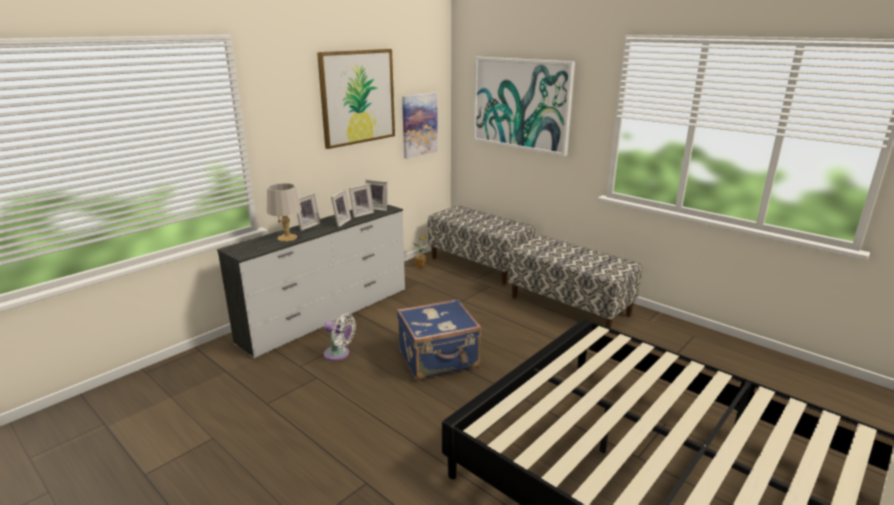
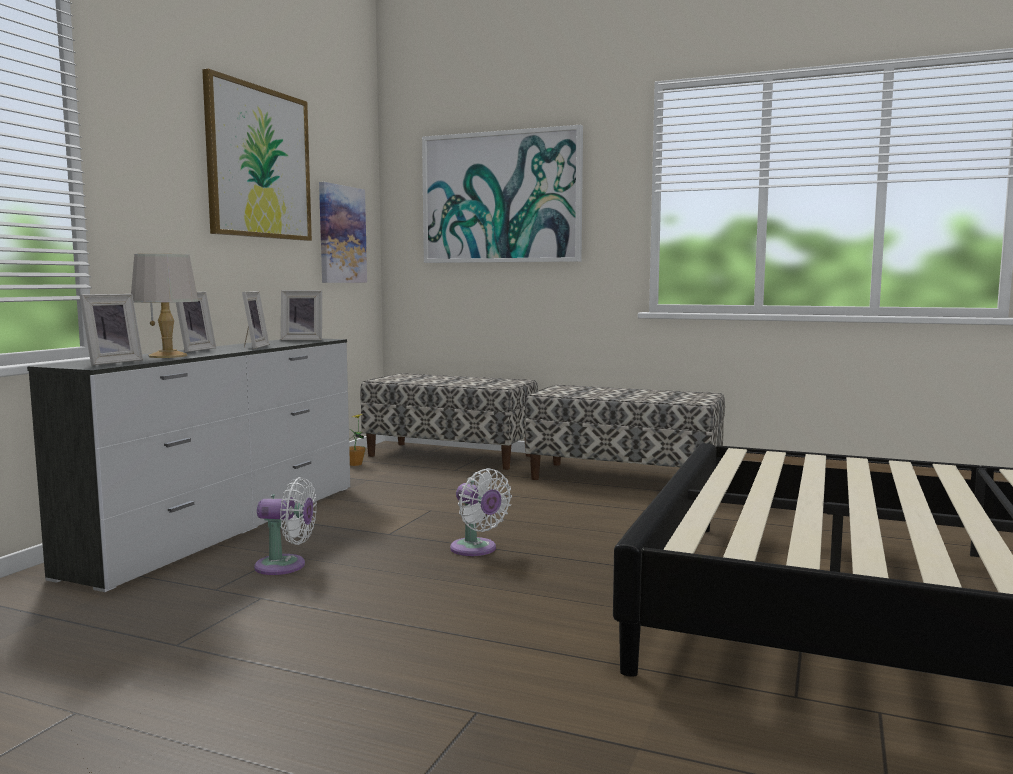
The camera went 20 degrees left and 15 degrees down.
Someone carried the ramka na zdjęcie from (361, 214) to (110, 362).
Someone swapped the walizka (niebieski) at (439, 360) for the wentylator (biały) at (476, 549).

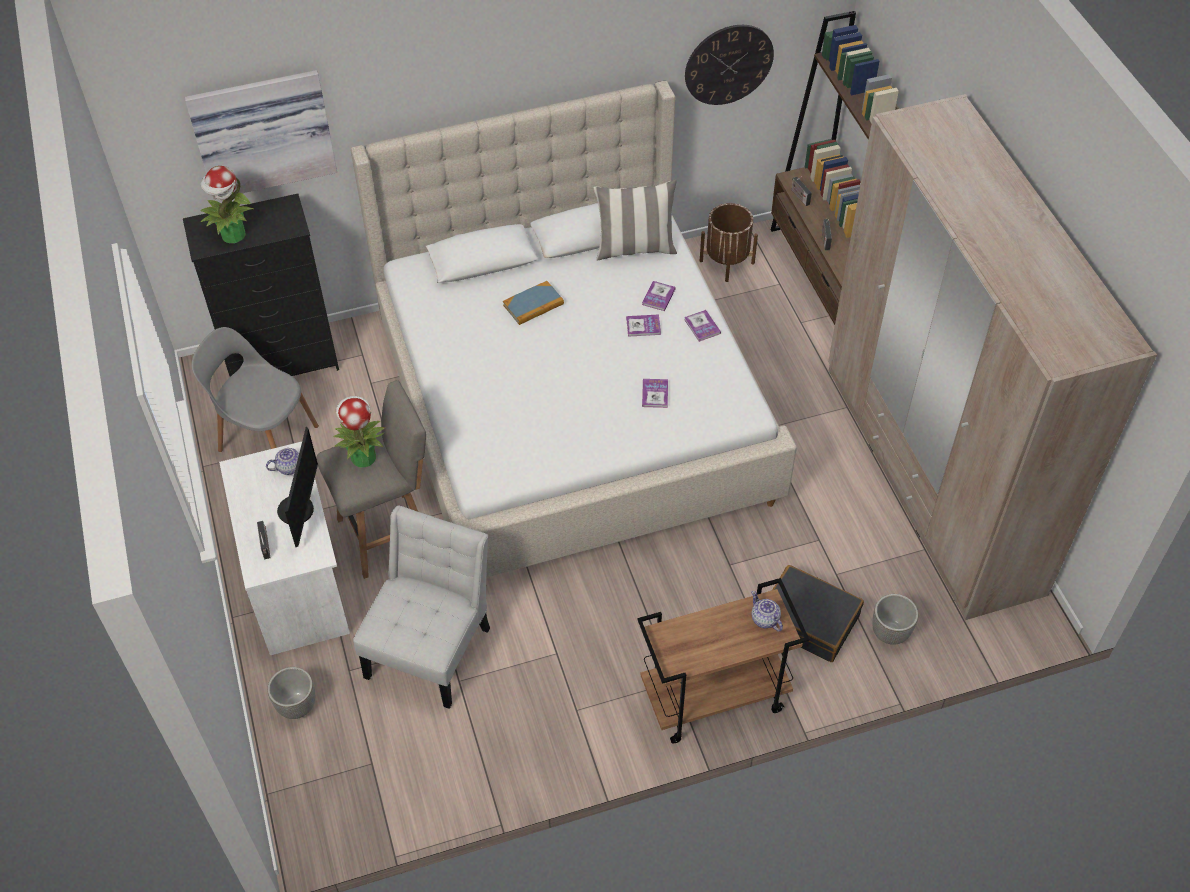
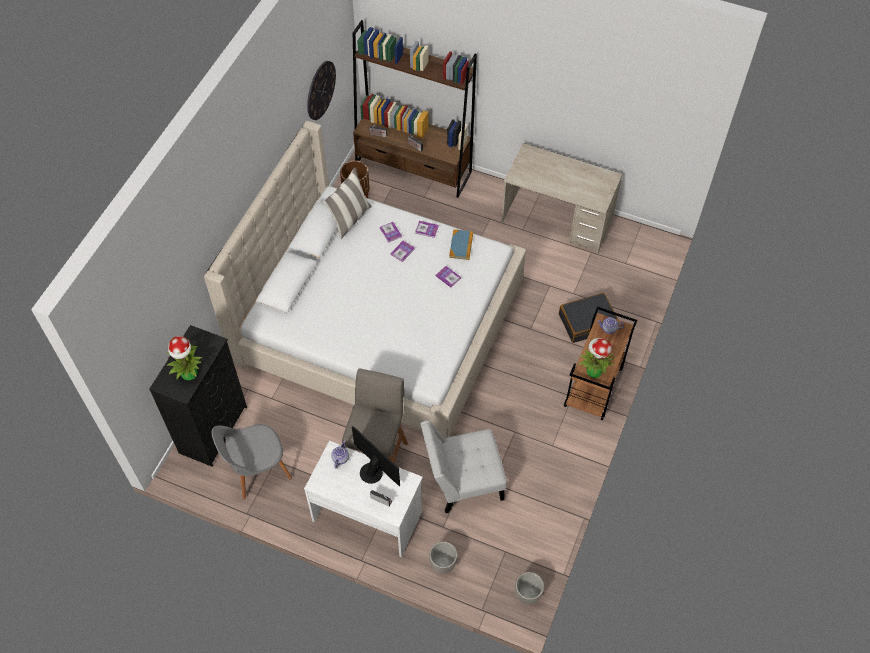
The camera went 50 degrees left and 5 degrees up.
Someone took away the obraz at (262, 131).
Someone swapped the szafa (beżowy) at (929, 478) for the biurko (beżowy) at (556, 221).
Someone carried the książka from (533, 305) to (461, 245).
Someone carried the roślina doniczkowa from (363, 457) to (593, 371).
Someone rotated the krzesło (biały) at (431, 646) by 75 degrees counterclockwise.
Someone carried the donica from (889, 633) to (527, 594).

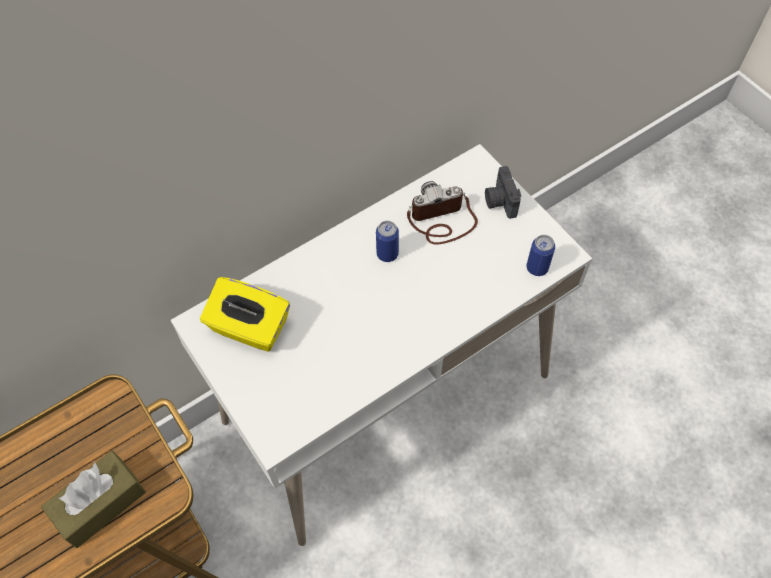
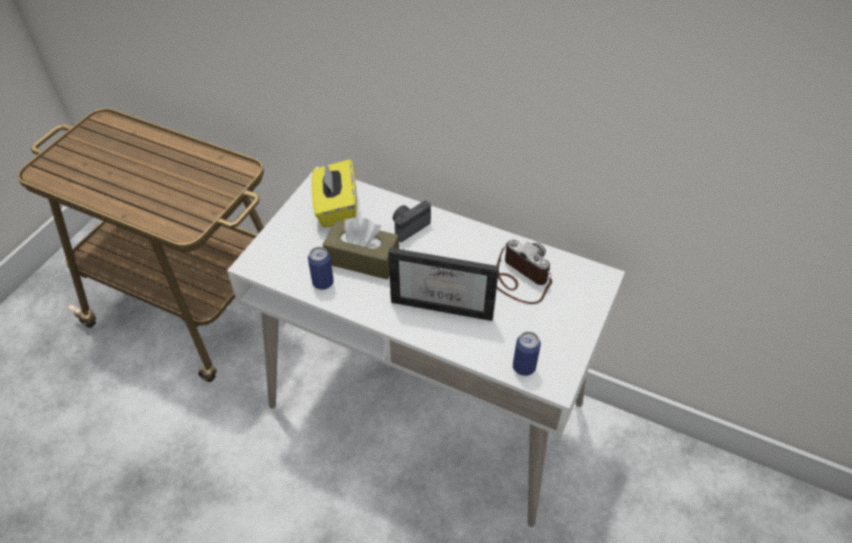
The camera went 60 degrees right and 10 degrees down.
Someone carried the aparat fotograficzny from (499, 201) to (409, 226).
Someone carried the puszka from (387, 254) to (323, 282).
Someone carried the pudełko chusteczek (brązowy) from (100, 504) to (362, 259).
Someone put down the ramka na zdjęcie at (446, 301).

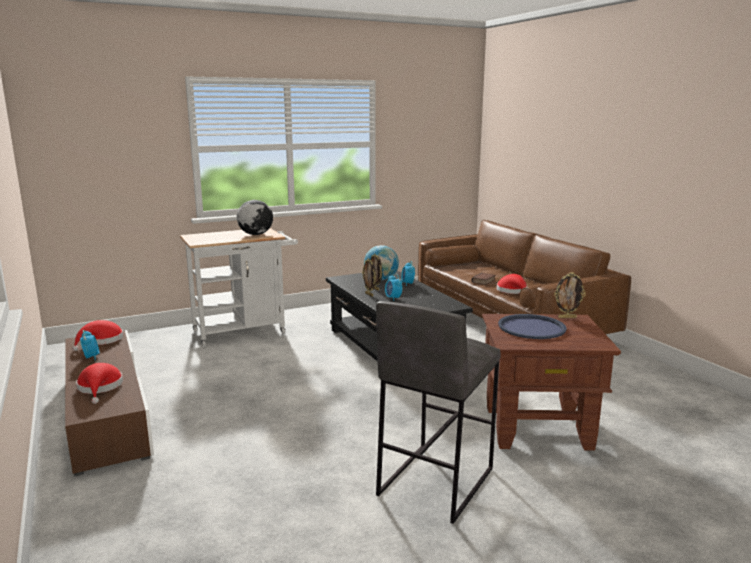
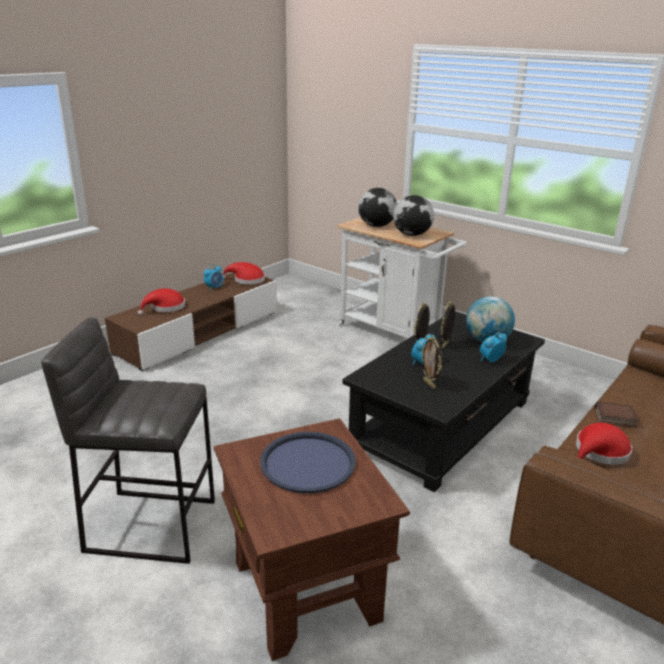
The camera went 65 degrees right and 10 degrees up.
Someone carried the ramka na zdjęcie from (567, 317) to (429, 384).
Someone put down the globus at (377, 226).

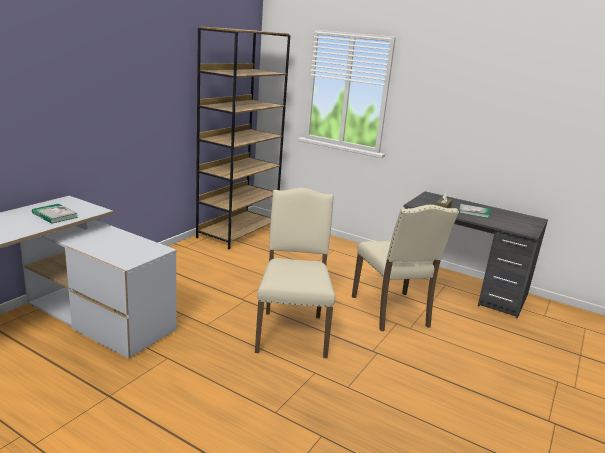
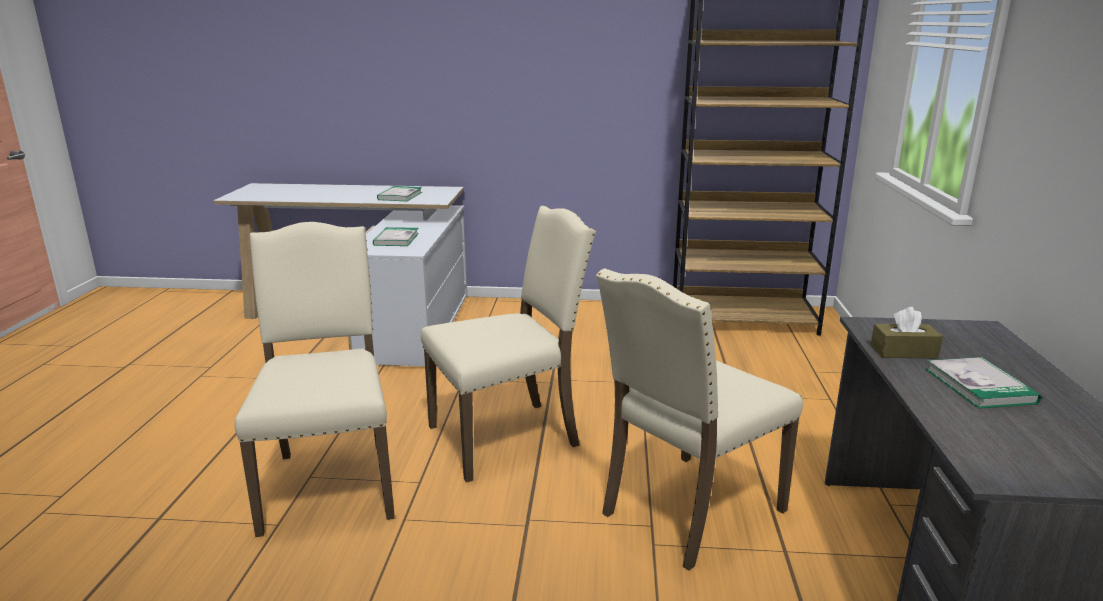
The camera went 65 degrees right and 0 degrees up.
Someone put down the krzesło (beżowy) at (330, 483).
Someone put down the książka at (396, 239).

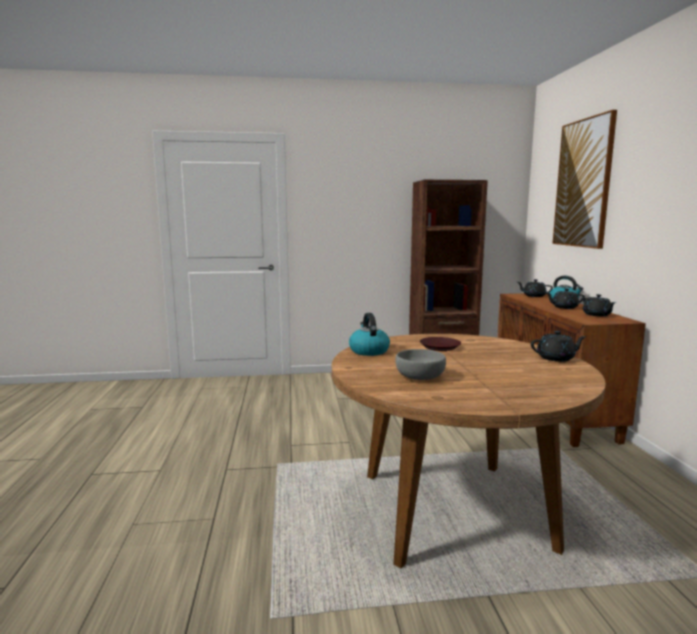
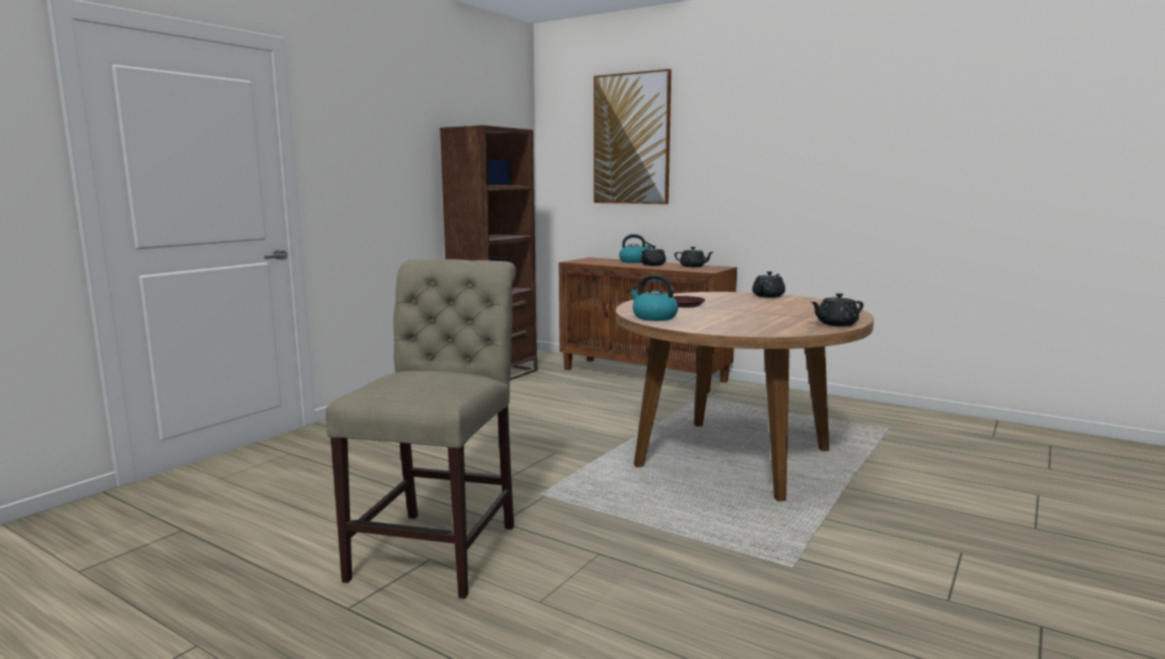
The camera went 50 degrees left and 0 degrees up.
Someone carried the imbryk (czarny) from (533, 296) to (836, 324).
Someone took away the miska (szary) at (420, 377).
Someone put down the krzesło (beżowy) at (441, 547).

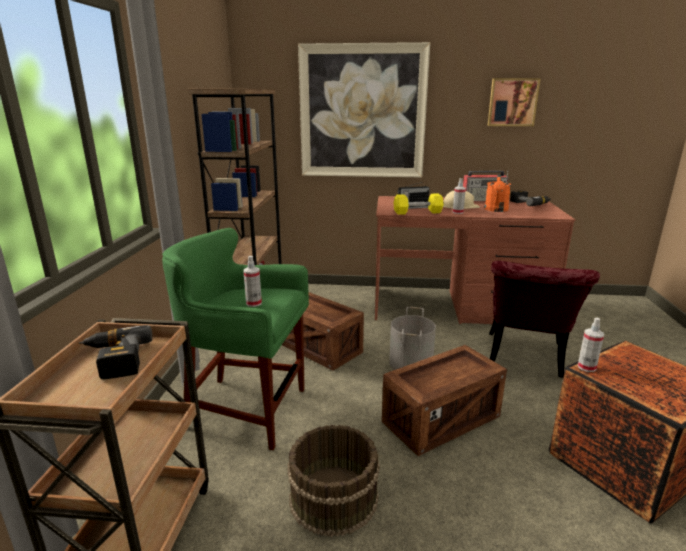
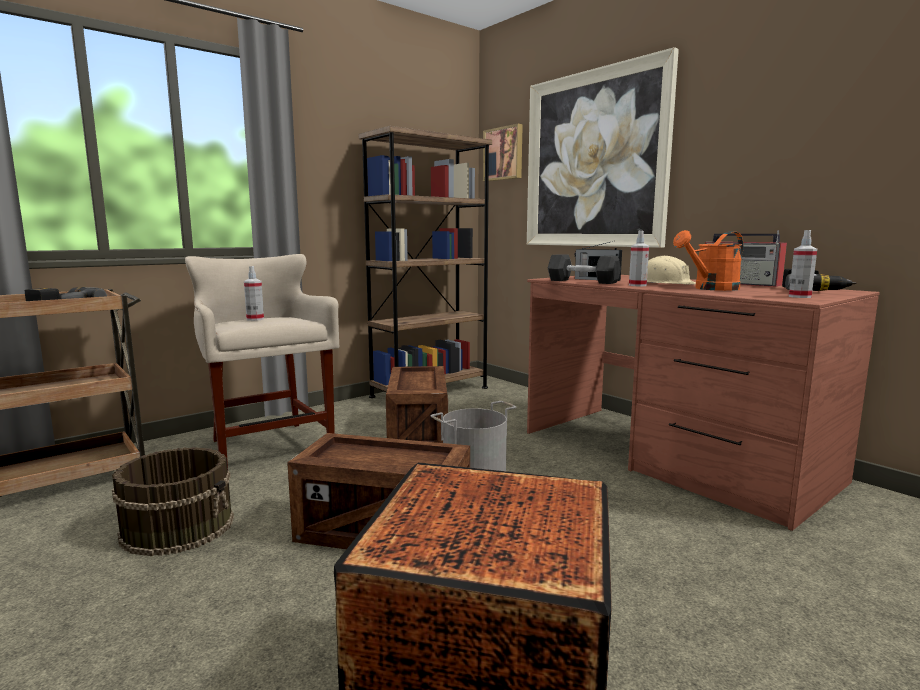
The camera went 45 degrees right and 10 degrees down.
Someone carried the obraz from (512, 102) to (504, 154).
Someone repainted the hantel (żółty) at (417, 212), which became the hantel (czarny) at (582, 281).
Someone repainted the stołek (zielony) at (247, 410), which became the stołek (beżowy) at (268, 449).
Someone took away the krzesło (czerwony) at (524, 359).
Someone carried the spryskiwacz from (586, 367) to (799, 296).

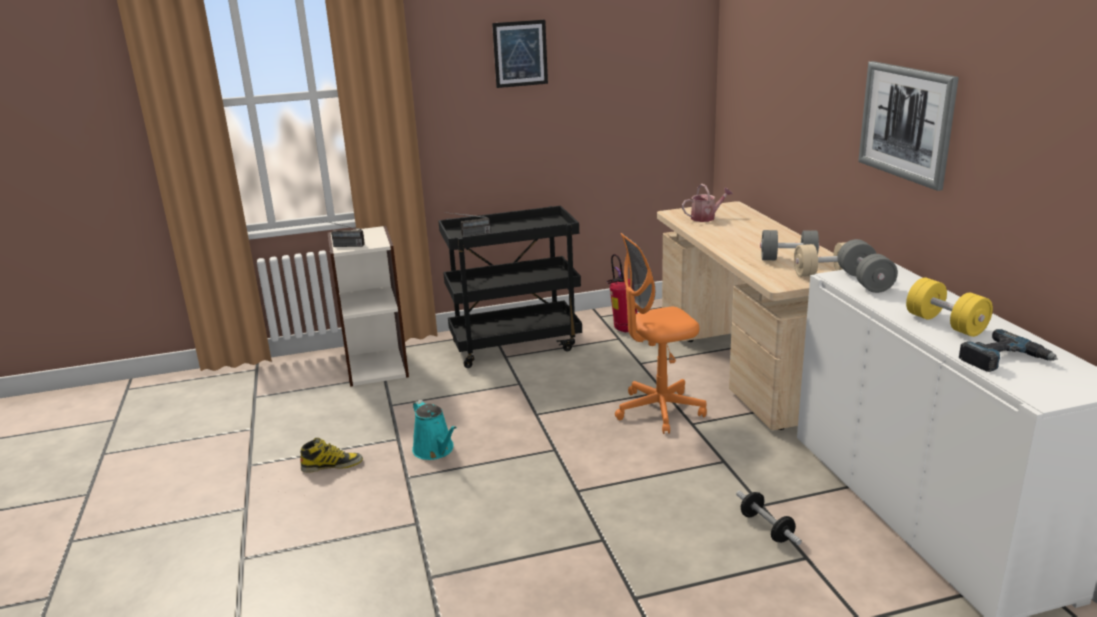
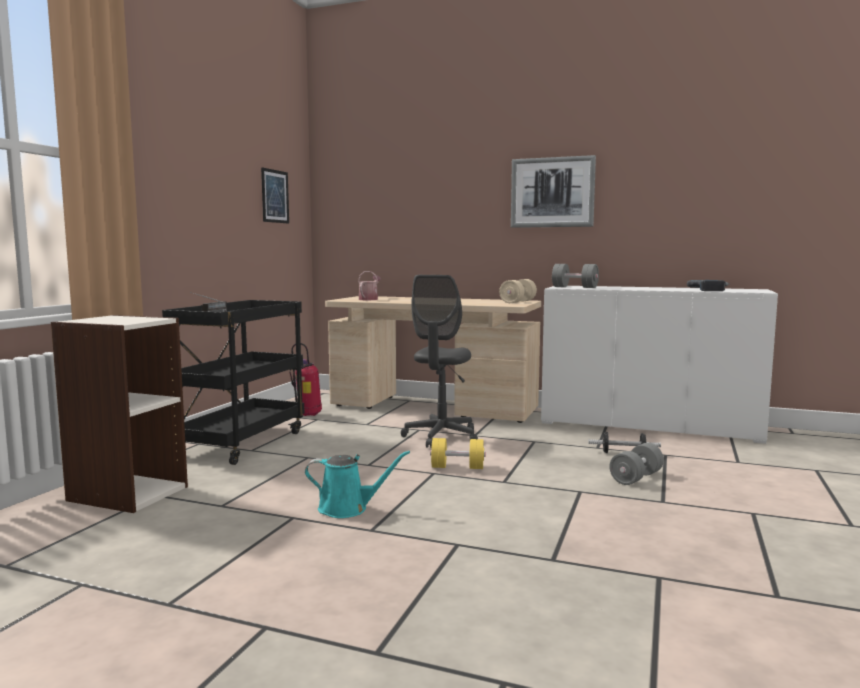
The camera went 55 degrees left and 15 degrees down.
Someone carried the obraz from (520, 53) to (275, 196).
Someone took away the radio at (340, 246).
Someone carried the hantel (szary) from (788, 259) to (636, 478).
Someone repainted the krzesło biurowe (pomarańczowy) at (659, 410), which became the krzesło biurowe (szary) at (441, 437).
Someone carried the hantel (żółty) from (945, 324) to (457, 467).
Someone took away the but z cholewką at (332, 465).

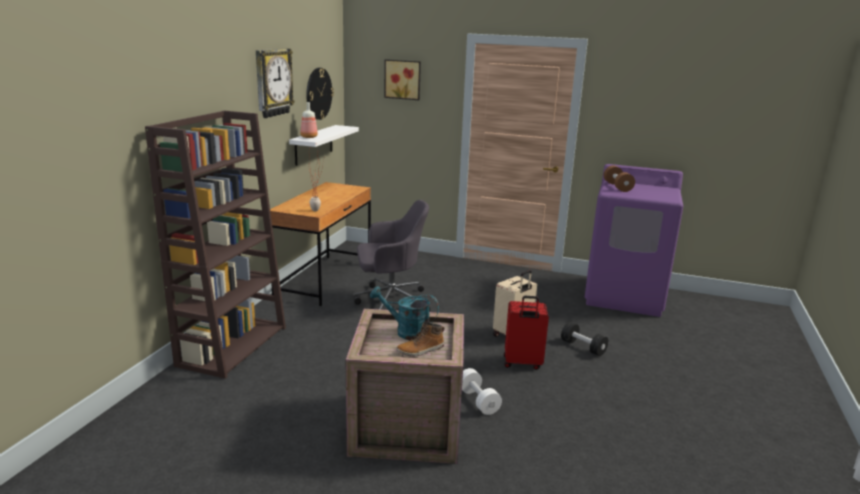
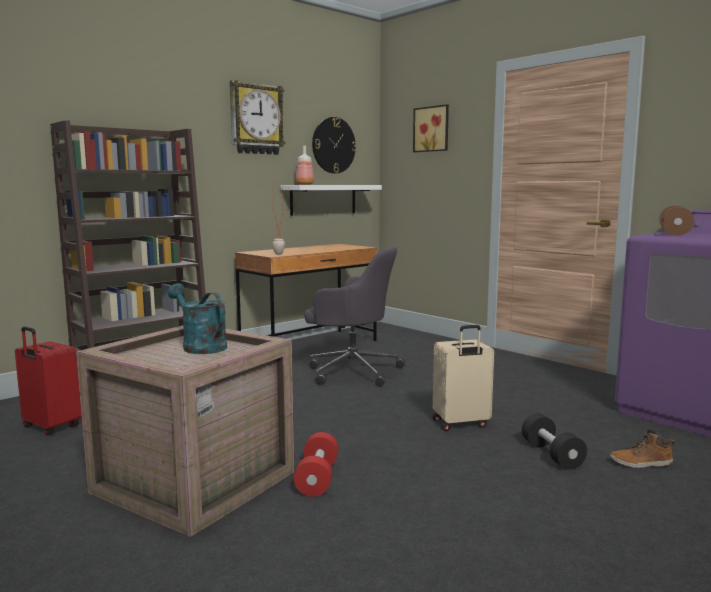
The camera went 30 degrees right and 10 degrees down.
Someone carried the walizka (czerwony) from (522, 363) to (50, 427).
Someone carried the but z cholewką from (420, 350) to (641, 463).
Someone repainted the hantel (biały) at (478, 401), which became the hantel (czerwony) at (317, 479).

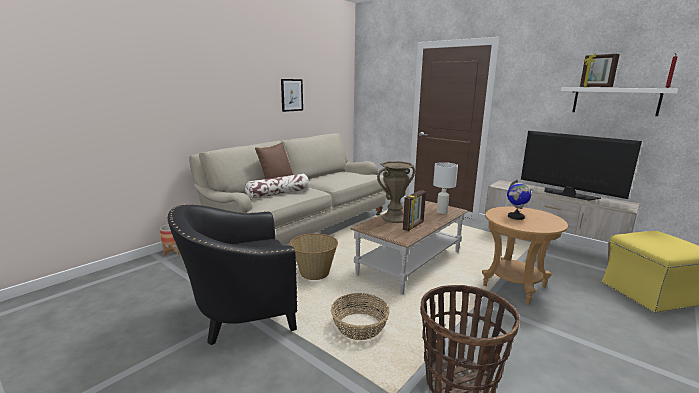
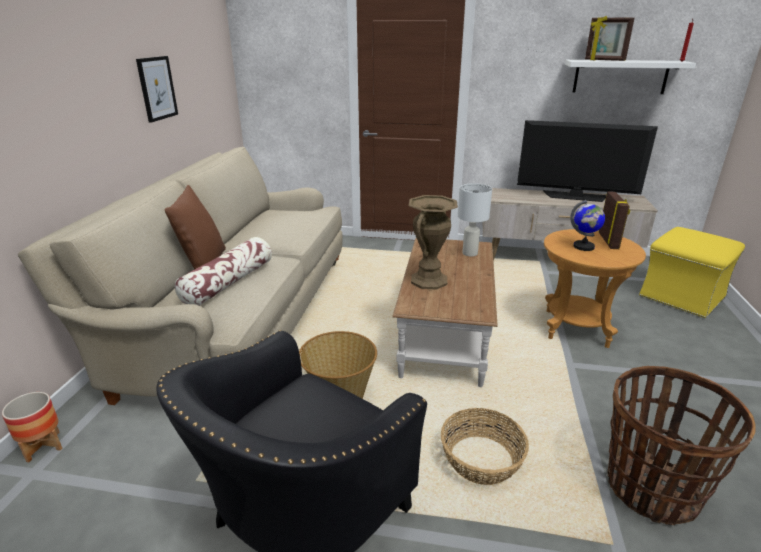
The camera went 30 degrees left and 10 degrees up.
Someone carried the ramka na zdjęcie from (413, 226) to (609, 241).

